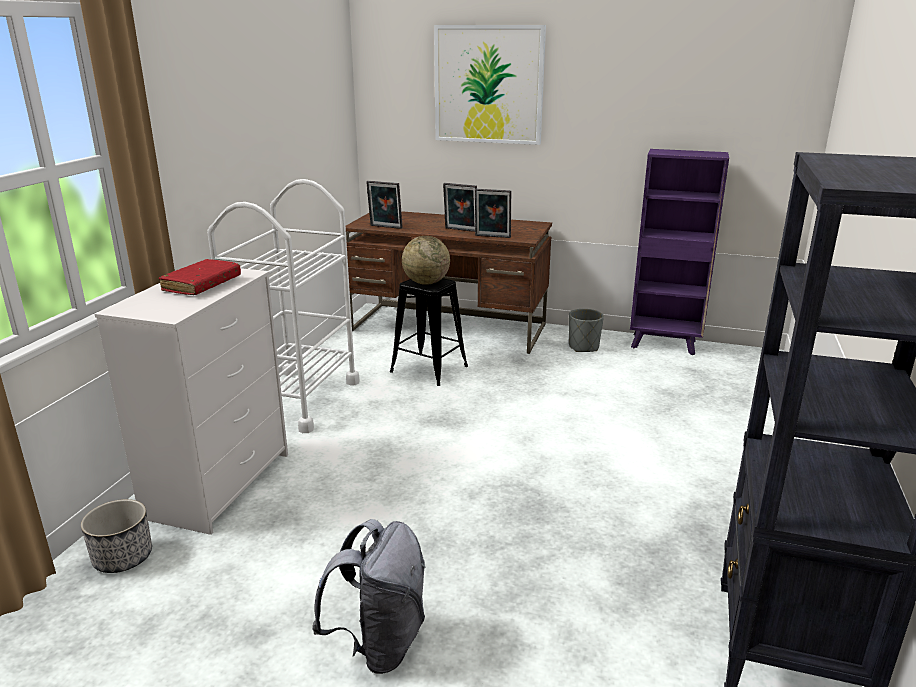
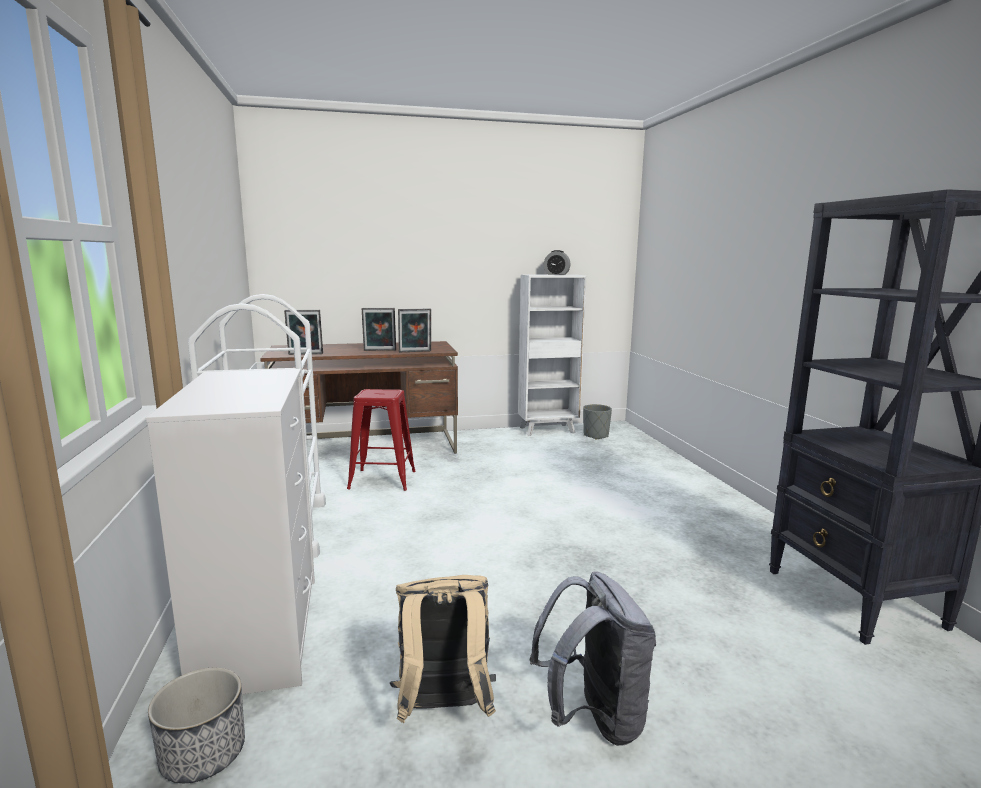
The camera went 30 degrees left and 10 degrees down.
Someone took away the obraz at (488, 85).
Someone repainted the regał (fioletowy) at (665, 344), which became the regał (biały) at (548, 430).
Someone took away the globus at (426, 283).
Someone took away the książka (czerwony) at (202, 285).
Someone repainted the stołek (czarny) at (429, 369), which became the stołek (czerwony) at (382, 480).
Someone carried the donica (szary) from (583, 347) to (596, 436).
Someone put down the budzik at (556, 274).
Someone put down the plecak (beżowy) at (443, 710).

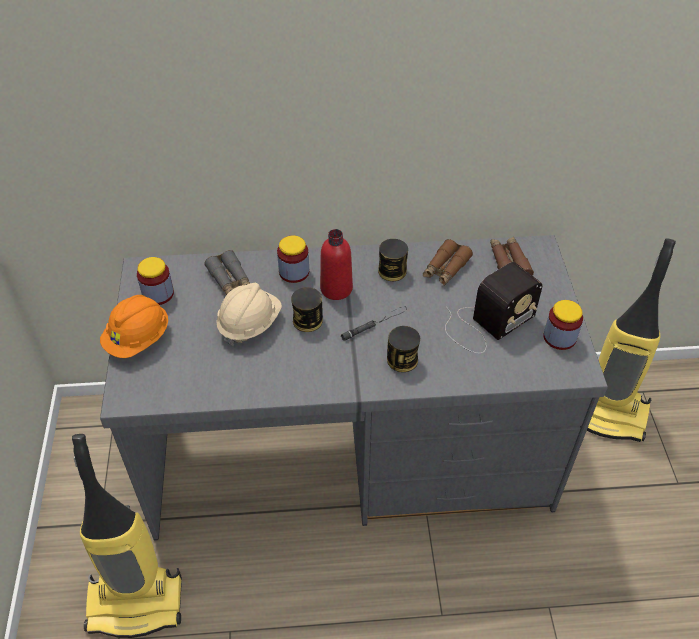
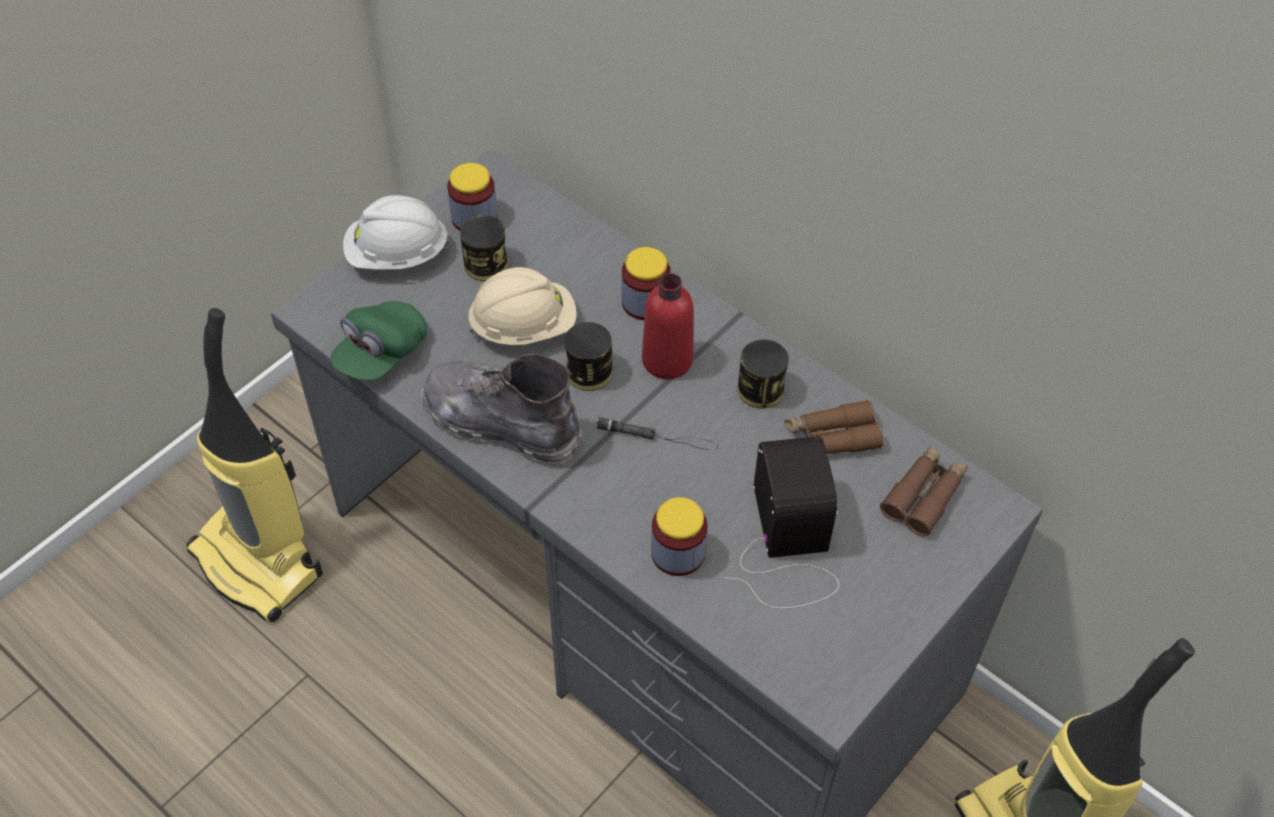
The camera went 45 degrees right and 5 degrees up.
Someone took away the lornetka (szary) at (230, 280).
Someone rotated the radio at (486, 324) by 105 degrees counterclockwise.
Someone repainted the kask (pomarańczowy) at (138, 339), which became the kask (biały) at (397, 255).
Someone carried the słoik from (559, 337) to (678, 553).
Someone carried the puszka from (402, 360) to (486, 264).
Someone put down the czapka z daszkiem (zielony) at (381, 354).
Someone put down the but z cholewką (szary) at (501, 423).

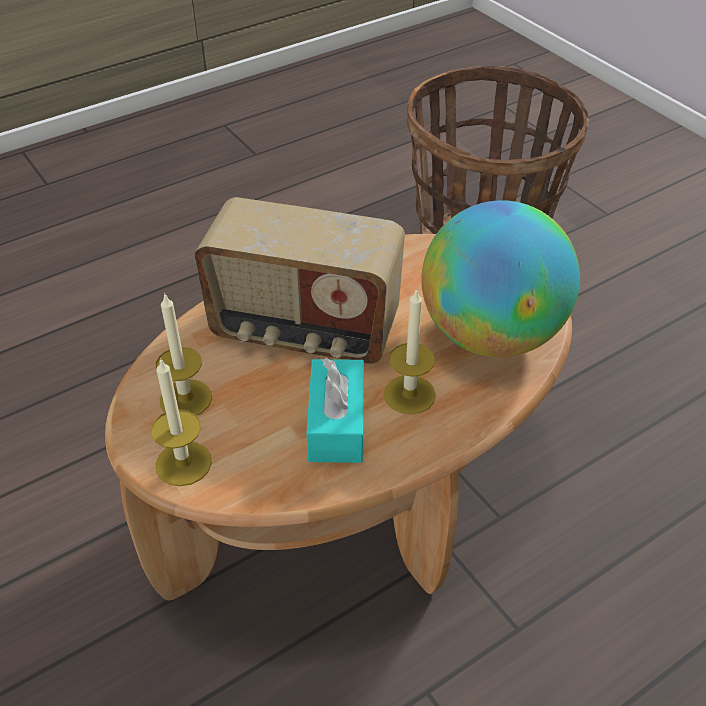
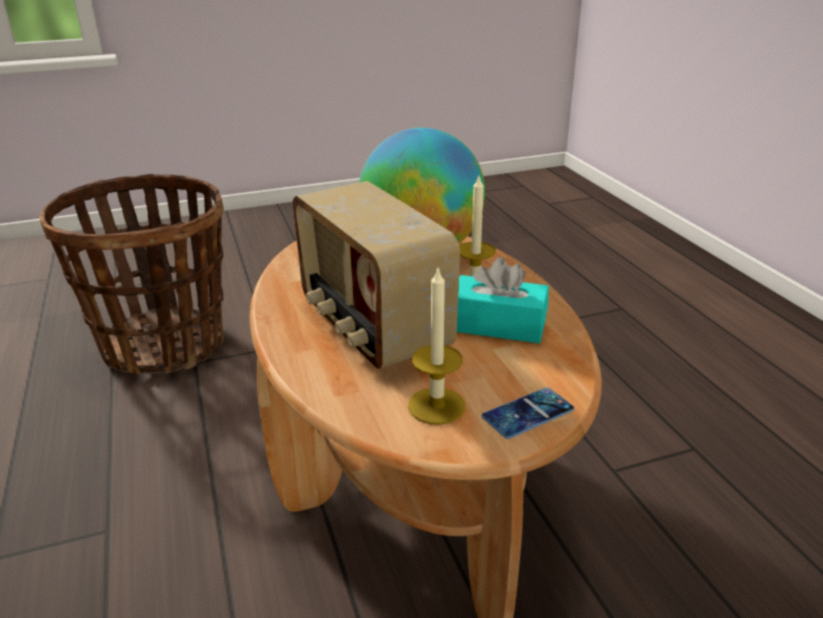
The camera went 75 degrees left and 15 degrees down.
Someone rotated the radio at (304, 331) by 120 degrees clockwise.
Someone swapped the świeca at (183, 463) for the telefon at (528, 413).

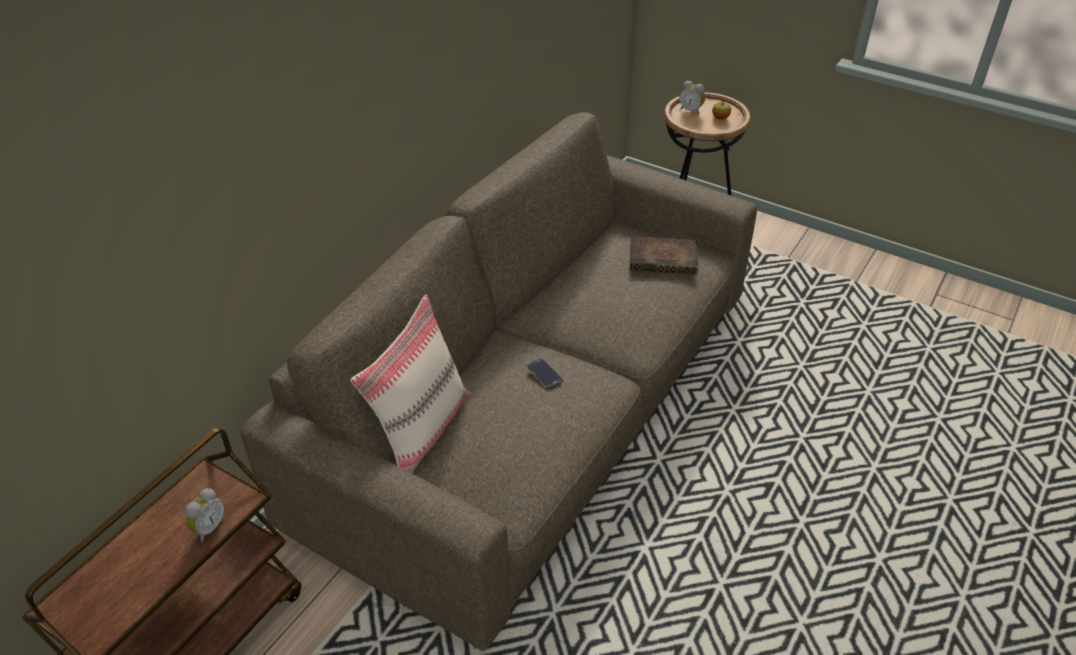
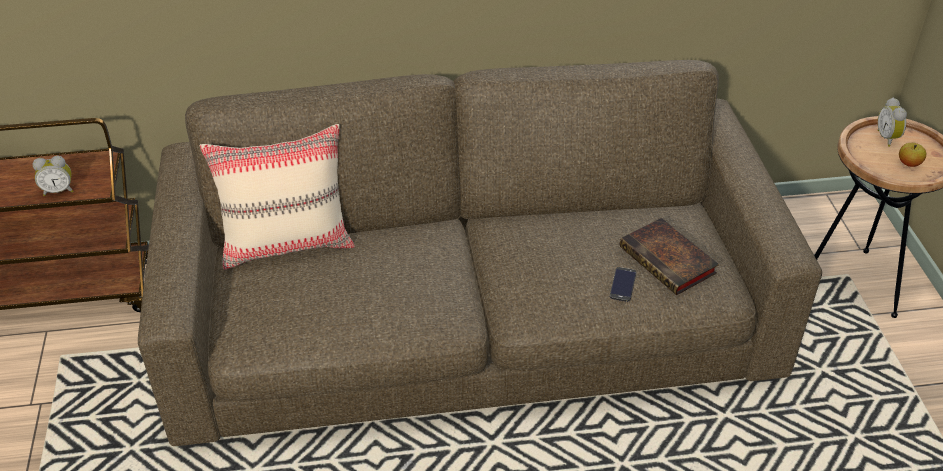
The camera went 50 degrees right and 0 degrees up.
Someone carried the telefon from (544, 373) to (623, 284).

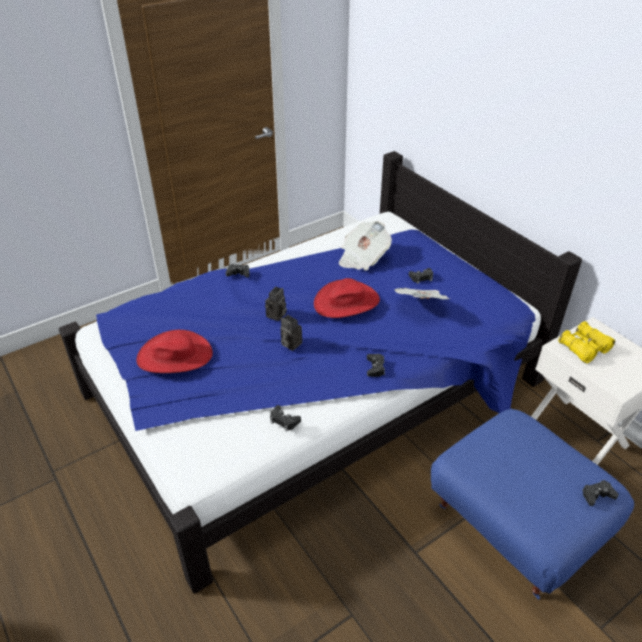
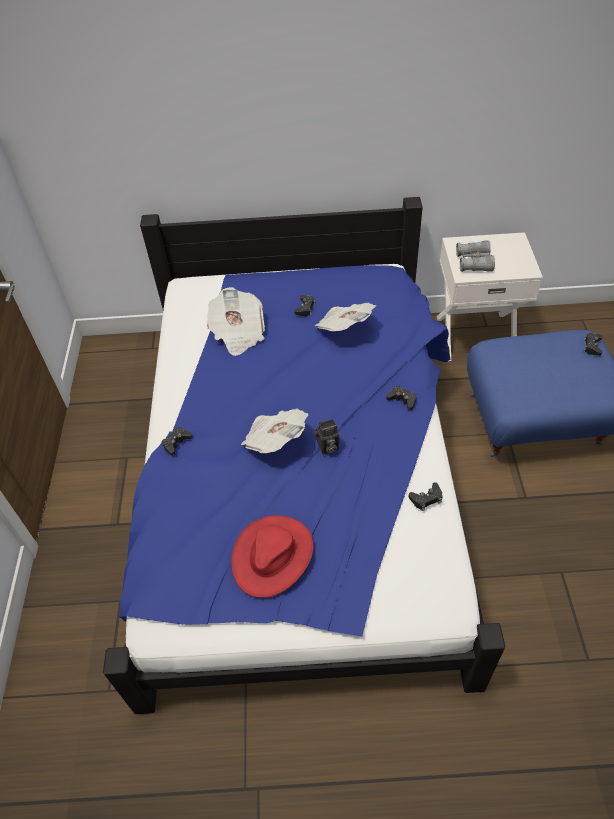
The camera went 55 degrees left and 10 degrees up.
Someone took away the kapelusz (czerwony) at (346, 302).
Someone swapped the aparat fotograficzny at (276, 316) for the gazeta at (275, 440).
Someone repainted the lornetka (żółty) at (584, 348), which became the lornetka (szary) at (474, 262).

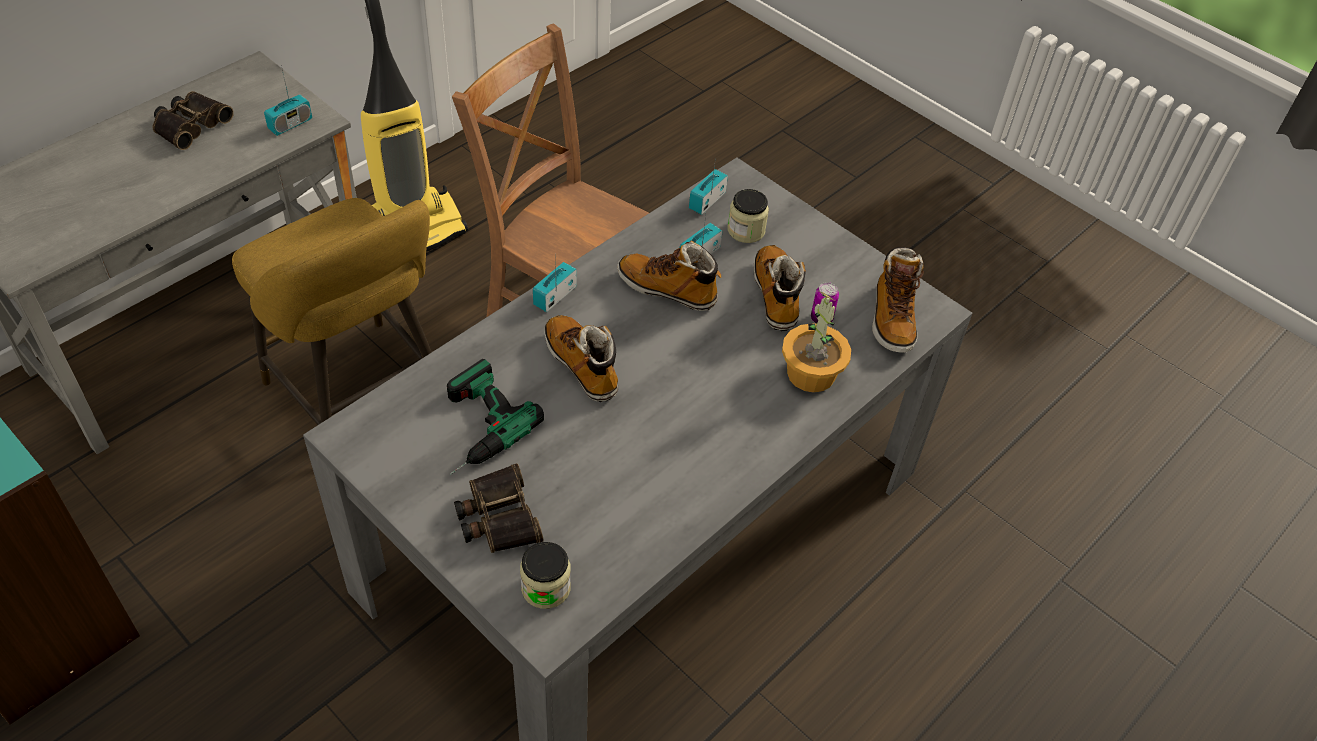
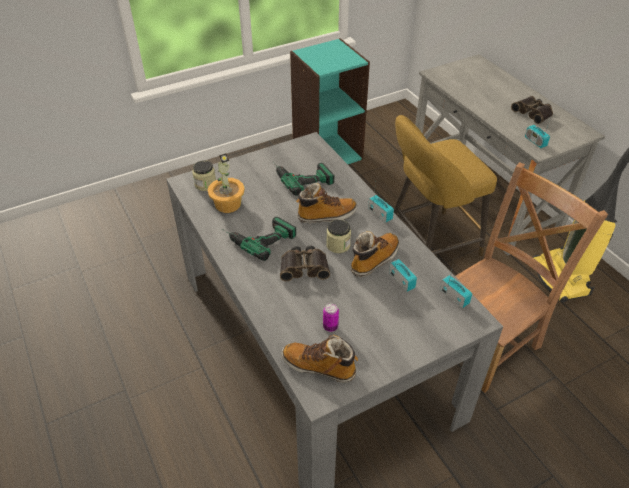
The camera went 110 degrees right and 5 degrees down.
Someone carried the słoik from (746, 230) to (338, 245).
Someone took away the but z cholewką at (776, 295).
Someone carried the roślina doniczkowa from (810, 374) to (227, 204).
Someone carried the lornetka from (497, 517) to (304, 267).
Someone put down the wiertarka at (257, 236).

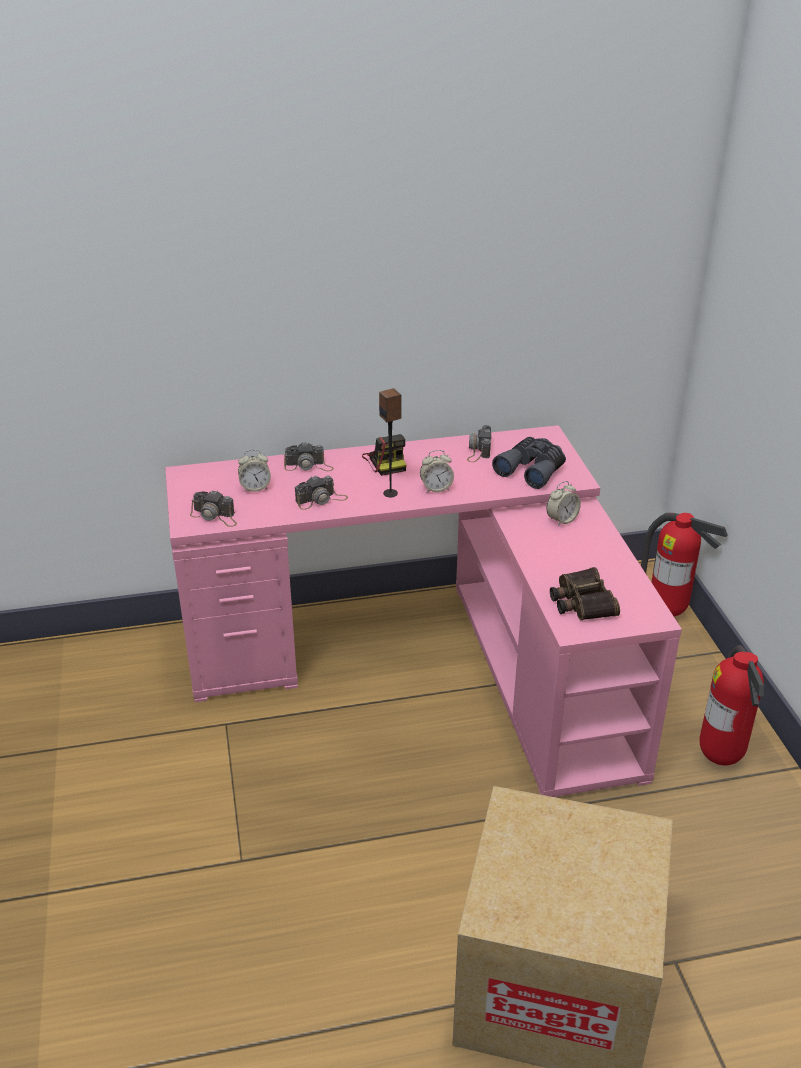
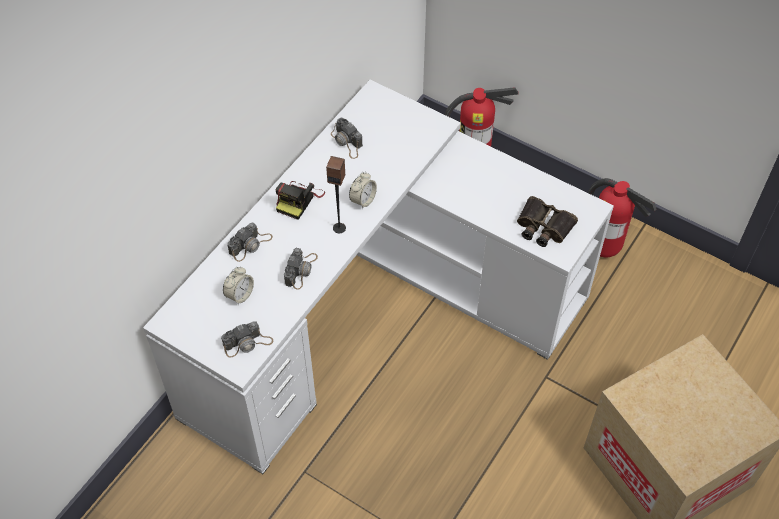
The camera went 45 degrees left and 20 degrees up.
Someone repainted the biurko (różowy) at (433, 659), which became the biurko (biały) at (375, 310).
Someone rotated the aparat fotograficzny at (386, 461) by 90 degrees clockwise.
Someone took away the lornetka (szary) at (532, 469).
Someone took away the budzik at (562, 520).

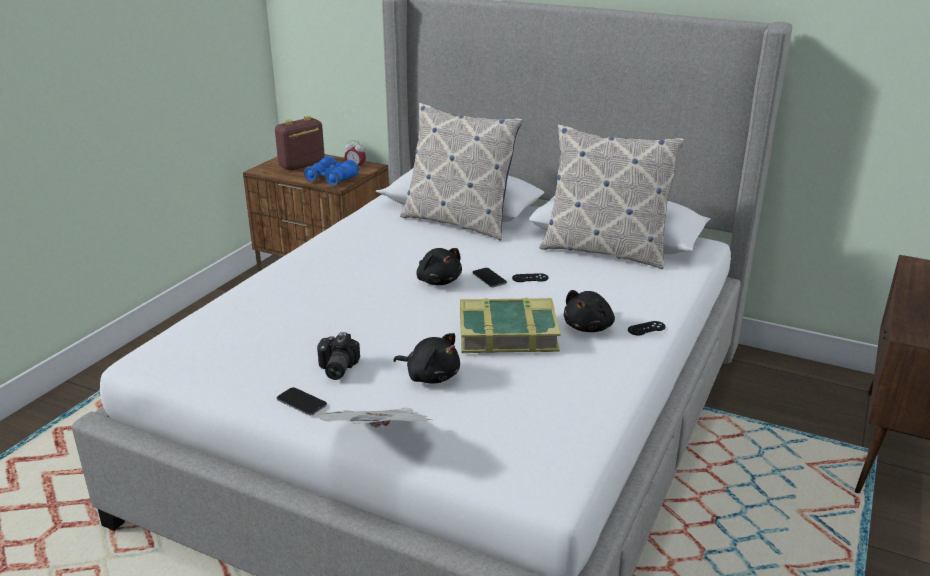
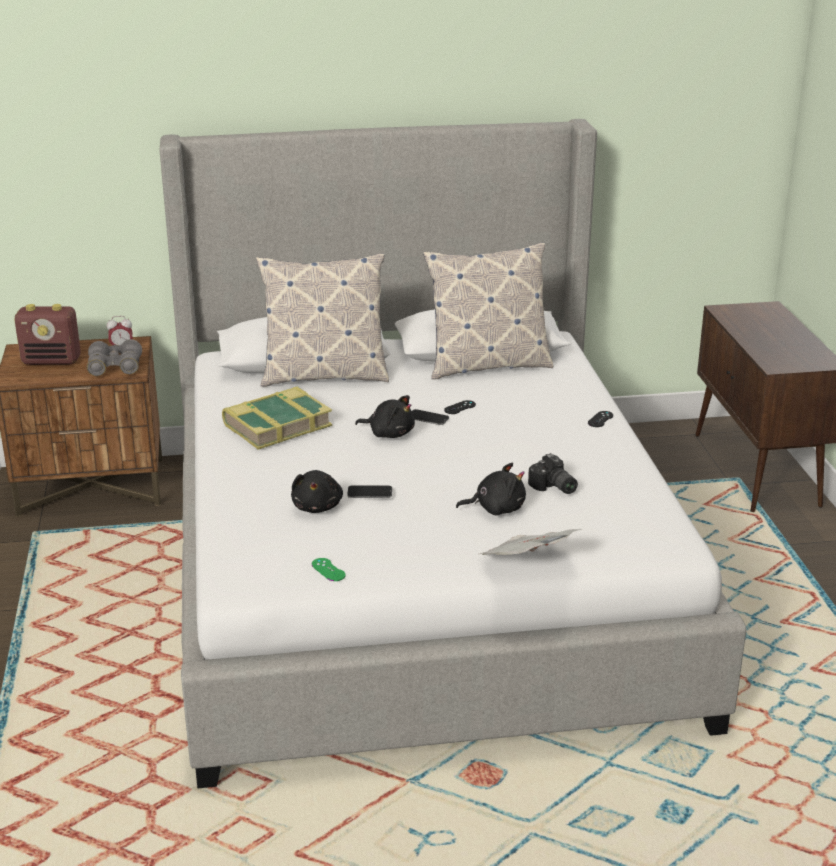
The camera went 35 degrees left and 0 degrees up.
Someone rotated the radio at (301, 165) by 105 degrees counterclockwise.
Someone repainted the lornetka (niebieski) at (331, 179), which became the lornetka (szary) at (115, 367).
Someone carried the pluszak (czarny) from (589, 327) to (317, 506).
Someone carried the książka from (507, 333) to (277, 425).
Someone carried the aparat fotograficzny from (335, 369) to (553, 488).
Someone carried the telefon from (301, 402) to (369, 493).
Someone put down the pad do gier (zielony) at (328, 570).

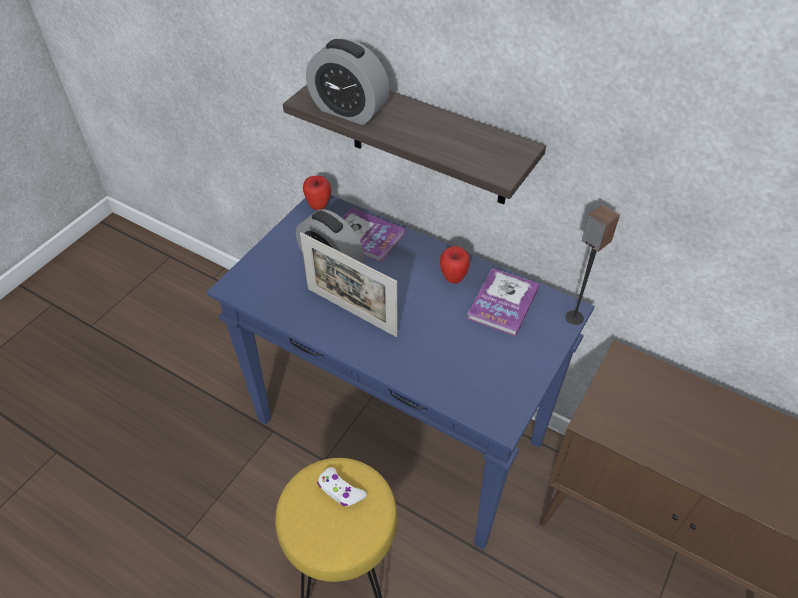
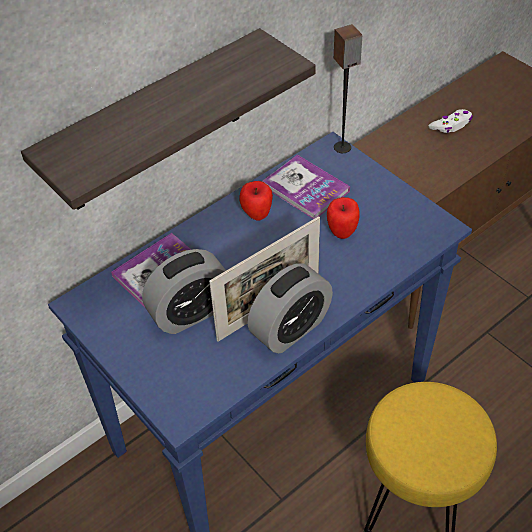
The camera went 70 degrees left and 0 degrees up.
Someone carried the budzik from (349, 110) to (290, 329).
Someone carried the jabłko from (318, 205) to (342, 232).
Someone carried the pad do gier (biały) from (340, 491) to (451, 125).

